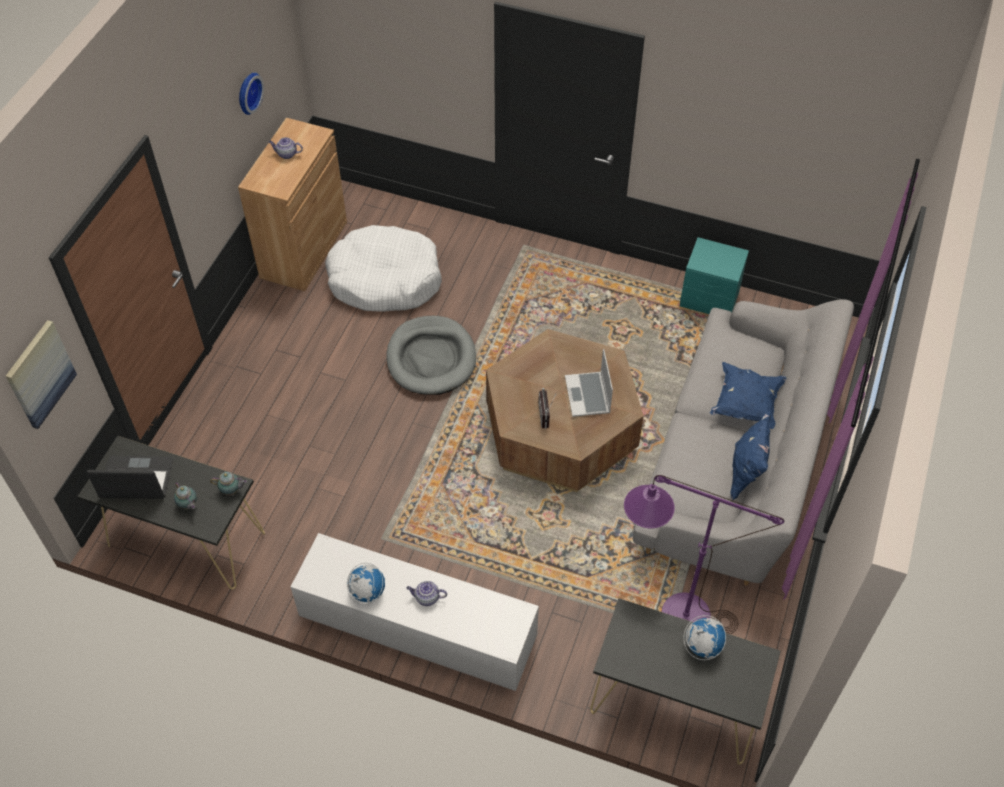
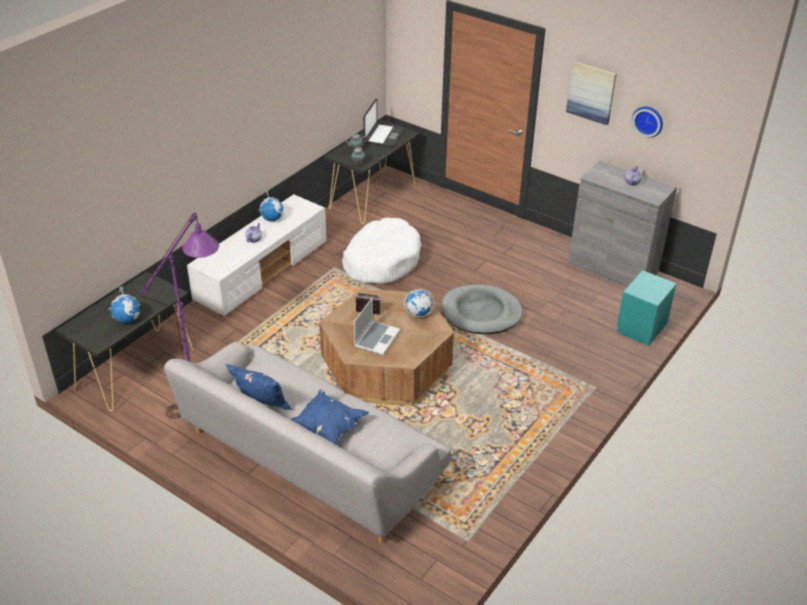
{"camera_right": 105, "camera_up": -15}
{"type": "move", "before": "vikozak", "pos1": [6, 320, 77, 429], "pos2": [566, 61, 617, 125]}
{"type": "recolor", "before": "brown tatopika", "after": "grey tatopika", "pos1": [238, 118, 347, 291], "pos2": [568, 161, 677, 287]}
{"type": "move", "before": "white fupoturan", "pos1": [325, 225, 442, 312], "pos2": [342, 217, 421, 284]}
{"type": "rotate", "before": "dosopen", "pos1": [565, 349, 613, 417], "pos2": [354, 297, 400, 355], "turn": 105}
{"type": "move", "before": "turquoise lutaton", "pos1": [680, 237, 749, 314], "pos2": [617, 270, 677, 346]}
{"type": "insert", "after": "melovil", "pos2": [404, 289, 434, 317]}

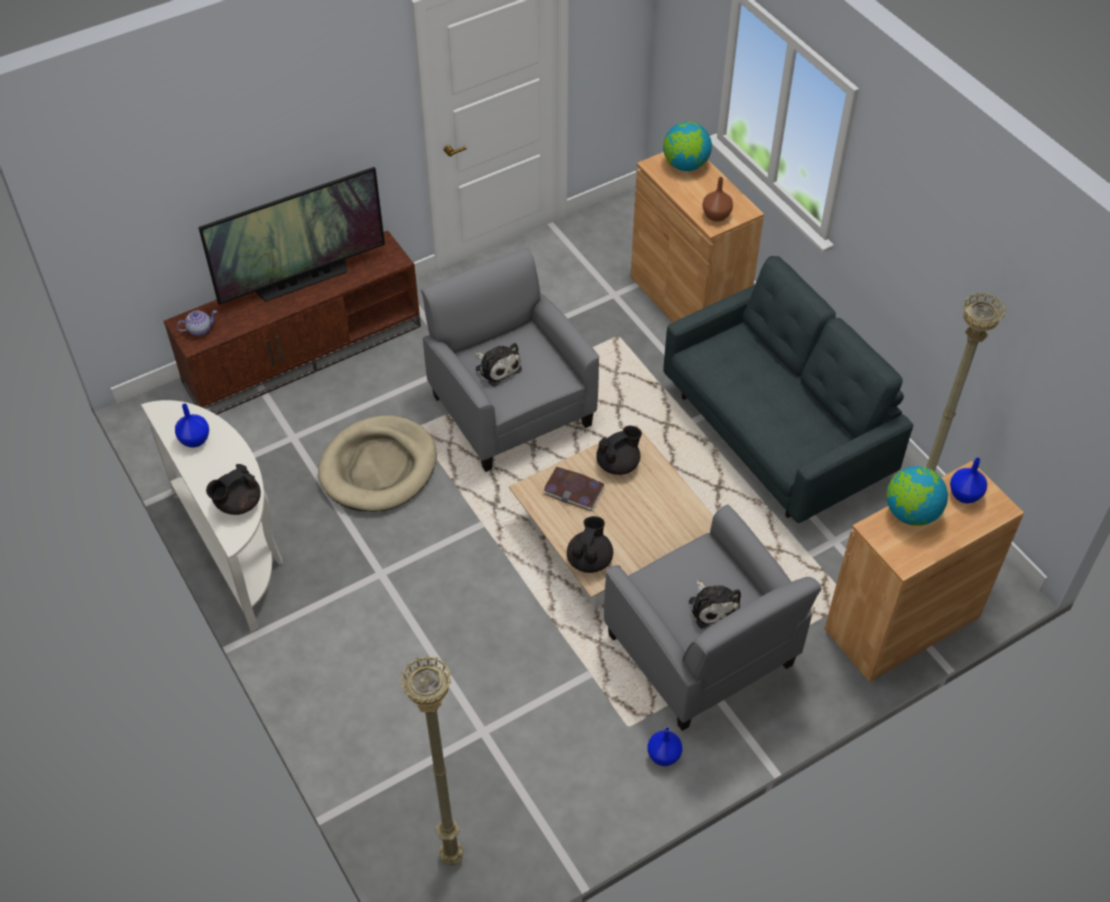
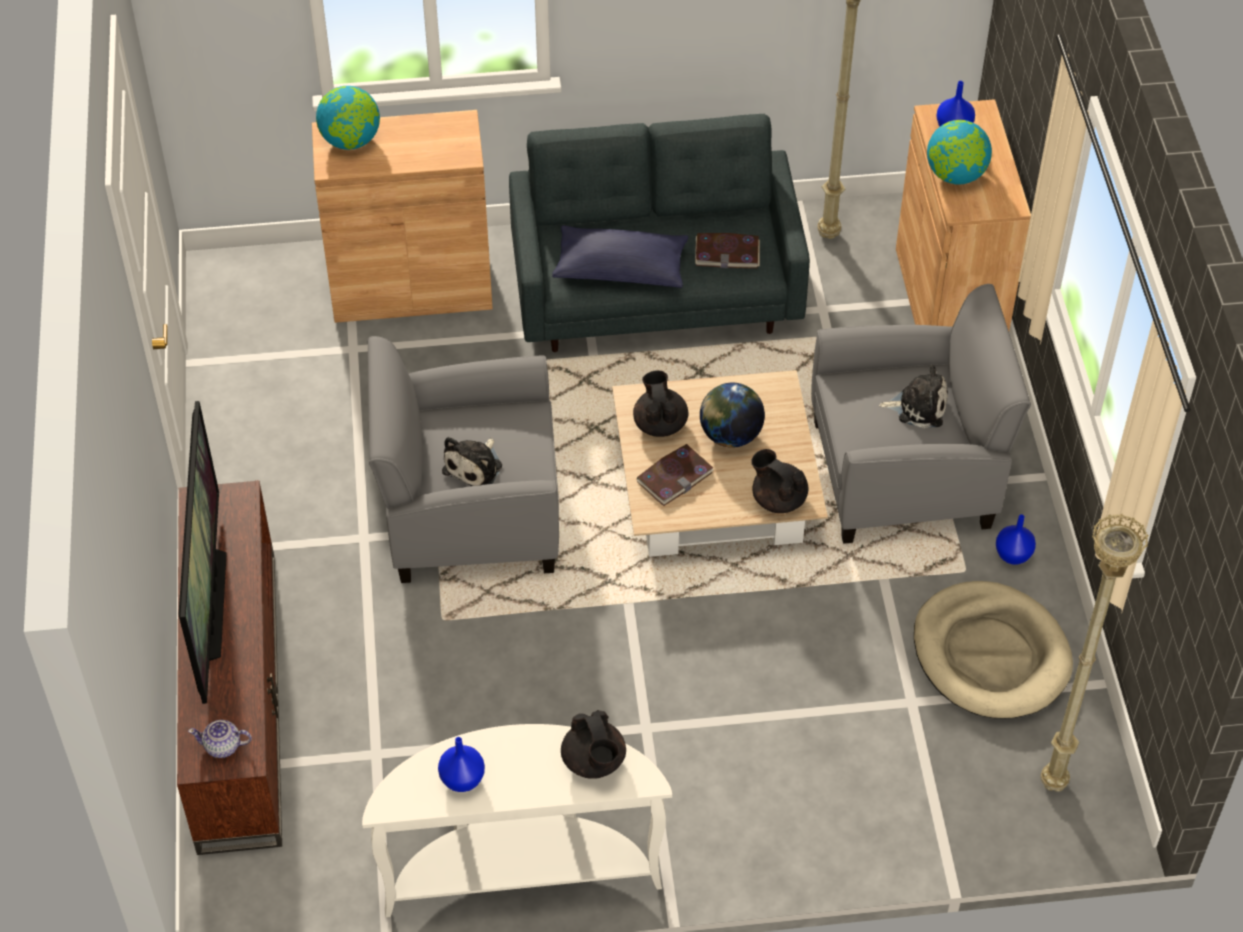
{"camera_right": -65, "camera_up": 0}
{"type": "rotate", "before": "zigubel", "pos1": [177, 310, 217, 336], "pos2": [188, 720, 252, 758], "turn": -90}
{"type": "move", "before": "beige fupoturan", "pos1": [318, 415, 437, 512], "pos2": [914, 581, 1073, 719]}
{"type": "rotate", "before": "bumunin", "pos1": [475, 343, 522, 387], "pos2": [442, 437, 502, 486], "turn": 135}
{"type": "delete", "before": "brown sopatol", "pos1": [702, 177, 733, 222]}
{"type": "insert", "after": "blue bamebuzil", "pos2": [552, 225, 689, 288]}
{"type": "insert", "after": "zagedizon", "pos2": [695, 233, 760, 268]}
{"type": "insert", "after": "melovil", "pos2": [700, 382, 765, 448]}

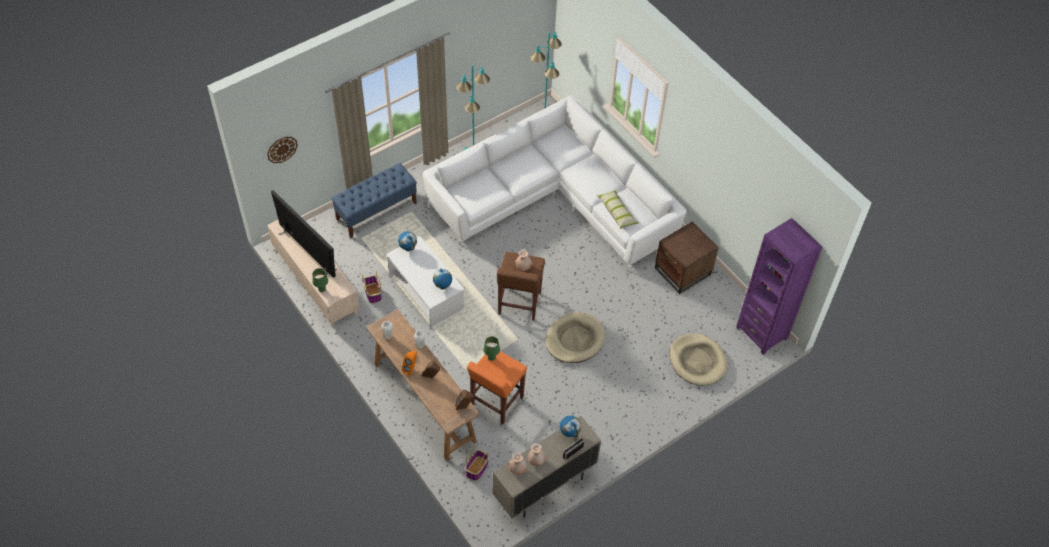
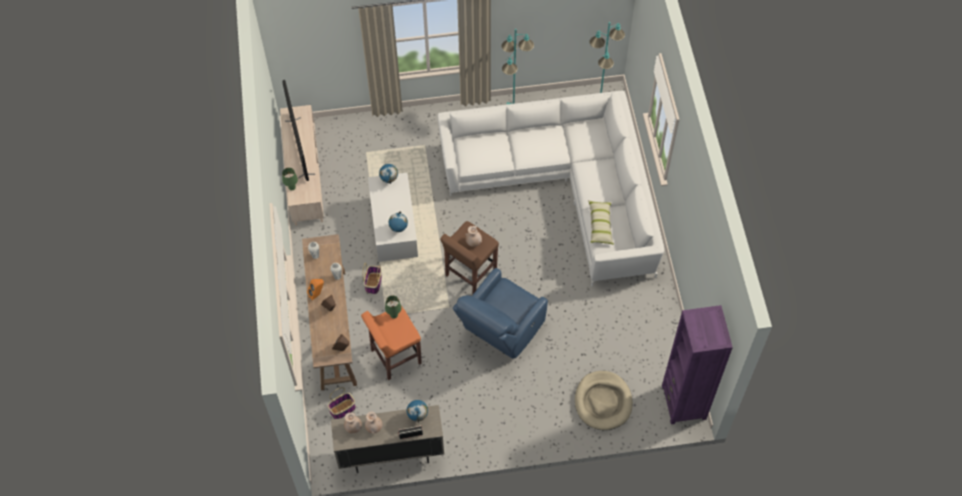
{"camera_right": 30, "camera_up": 5}
{"type": "delete", "before": "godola", "pos1": [267, 137, 298, 163]}
{"type": "delete", "before": "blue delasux", "pos1": [331, 163, 417, 238]}
{"type": "move", "before": "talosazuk", "pos1": [362, 271, 382, 303], "pos2": [363, 264, 382, 294]}
{"type": "replace", "before": "beige fupoturan", "after": "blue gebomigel", "pos1": [546, 312, 605, 363], "pos2": [453, 268, 548, 359]}
{"type": "delete", "before": "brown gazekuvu", "pos1": [655, 222, 718, 294]}

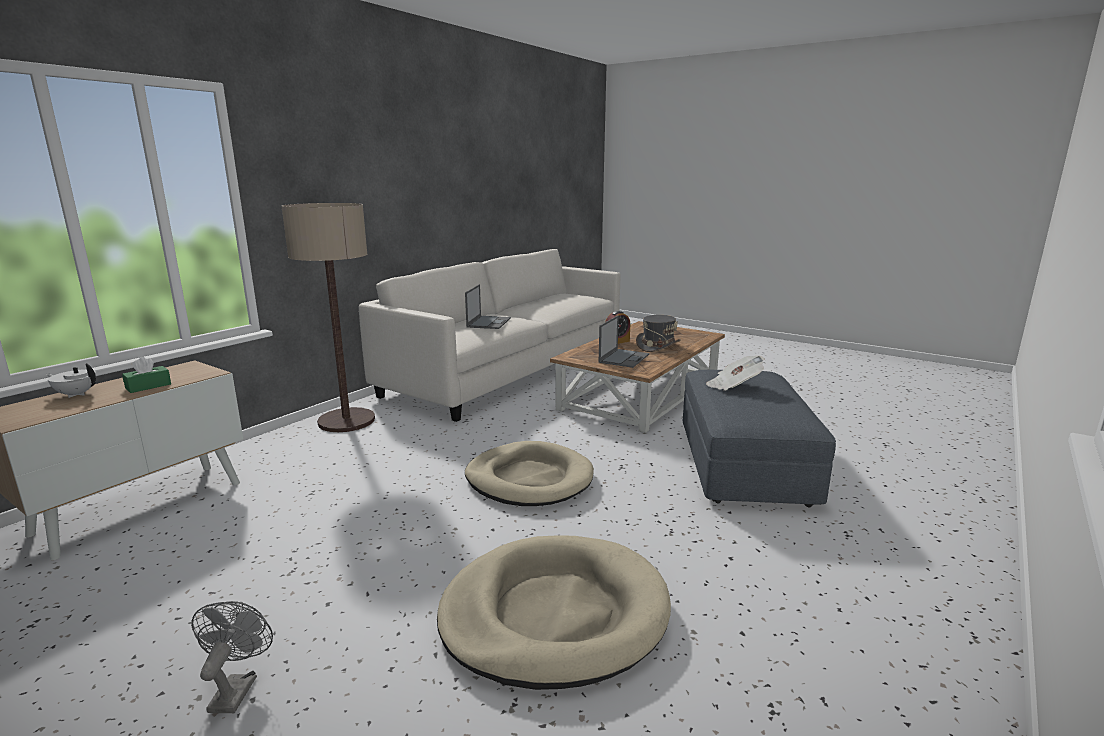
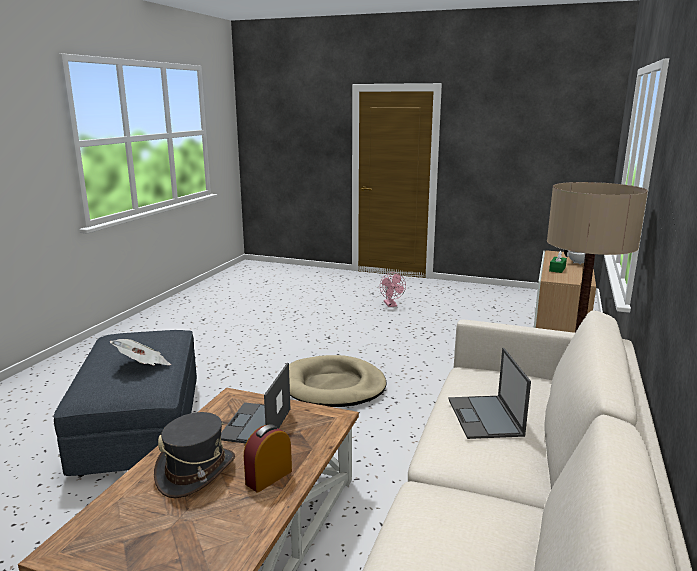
{"camera_right": 165, "camera_up": 0}
{"type": "recolor", "before": "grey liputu", "after": "pink liputu", "pos1": [191, 601, 273, 713], "pos2": [380, 272, 406, 307]}
{"type": "delete", "before": "beige fupoturan", "pos1": [437, 535, 671, 690]}

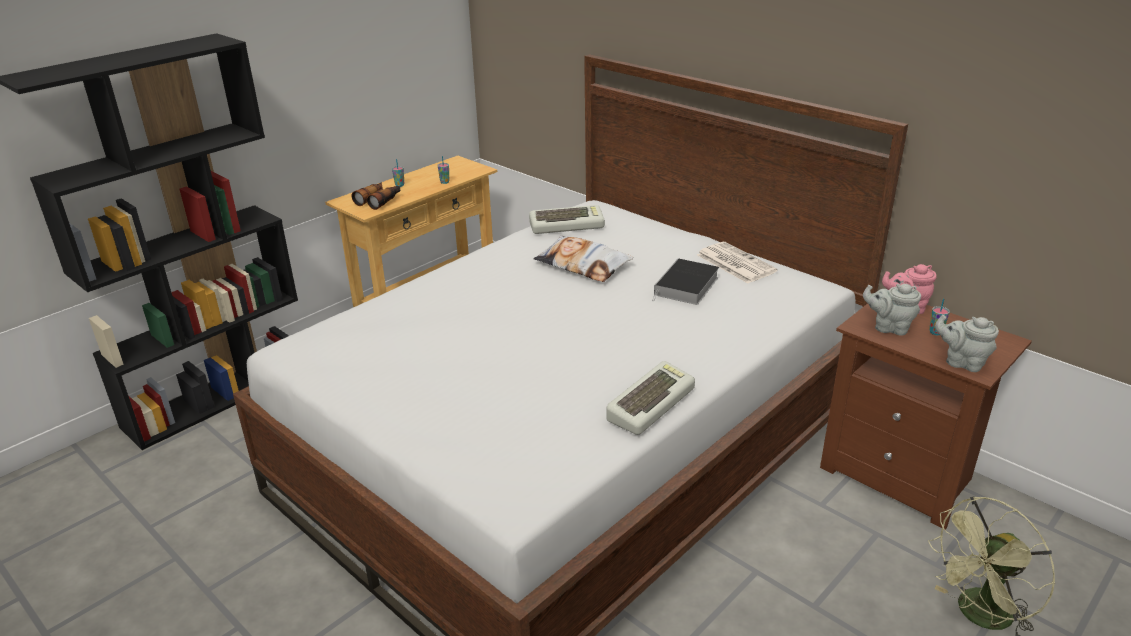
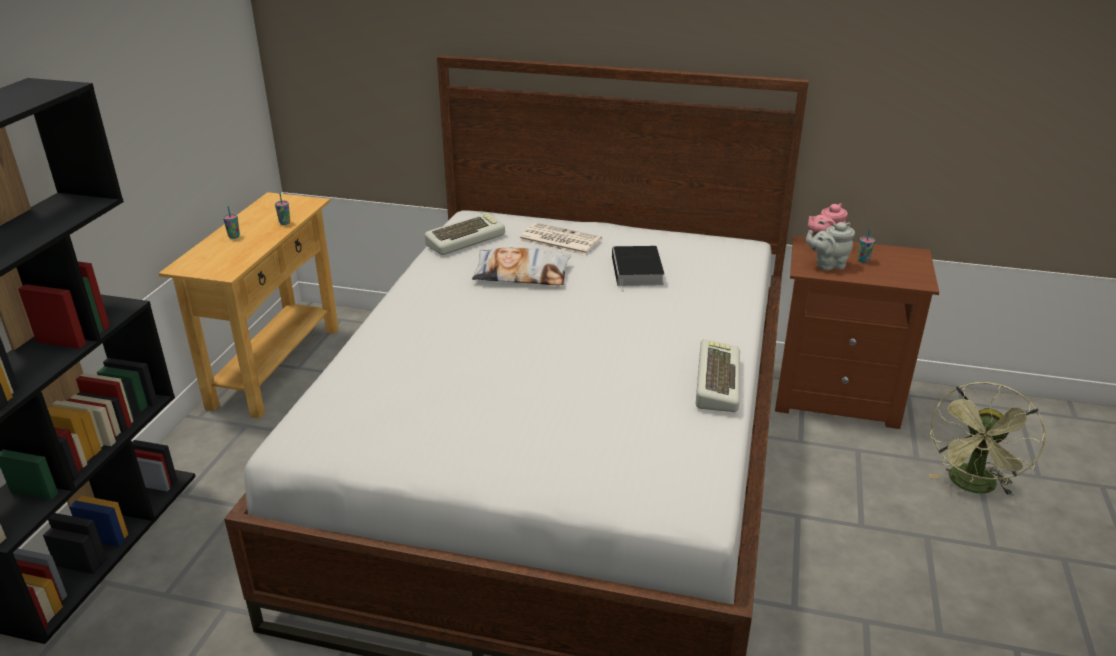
{"camera_right": -30, "camera_up": 0}
{"type": "delete", "before": "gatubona", "pos1": [352, 182, 401, 210]}
{"type": "move", "before": "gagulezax", "pos1": [697, 242, 777, 283], "pos2": [519, 223, 602, 256]}
{"type": "delete", "before": "grey zigubel", "pos1": [935, 315, 999, 372]}

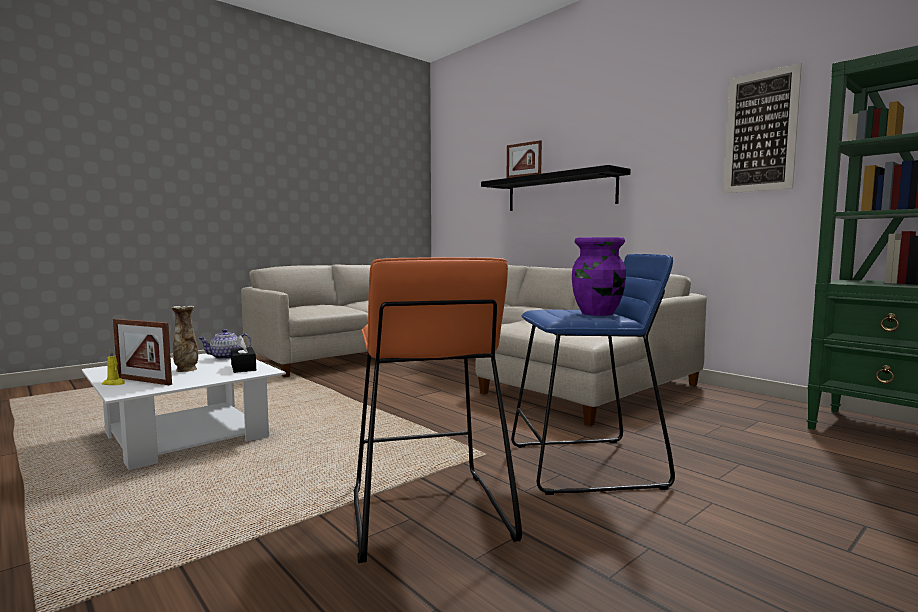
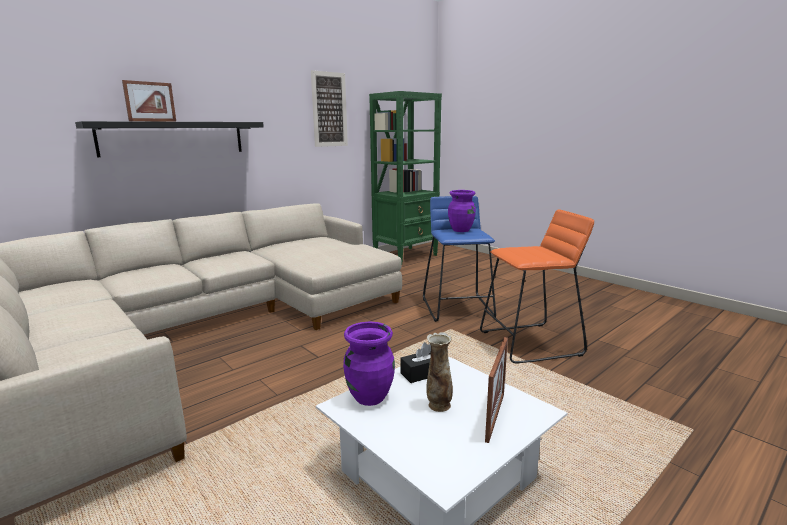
{"camera_right": -90, "camera_up": 10}
{"type": "delete", "before": "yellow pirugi", "pos1": [102, 349, 125, 385]}
{"type": "replace", "before": "zigubel", "after": "purple sopatol", "pos1": [198, 329, 252, 360], "pos2": [343, 321, 395, 406]}

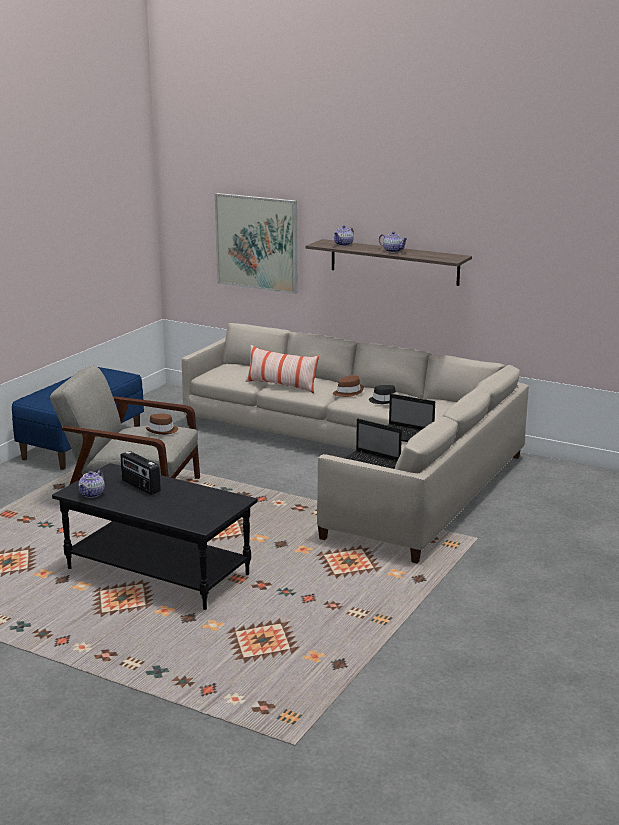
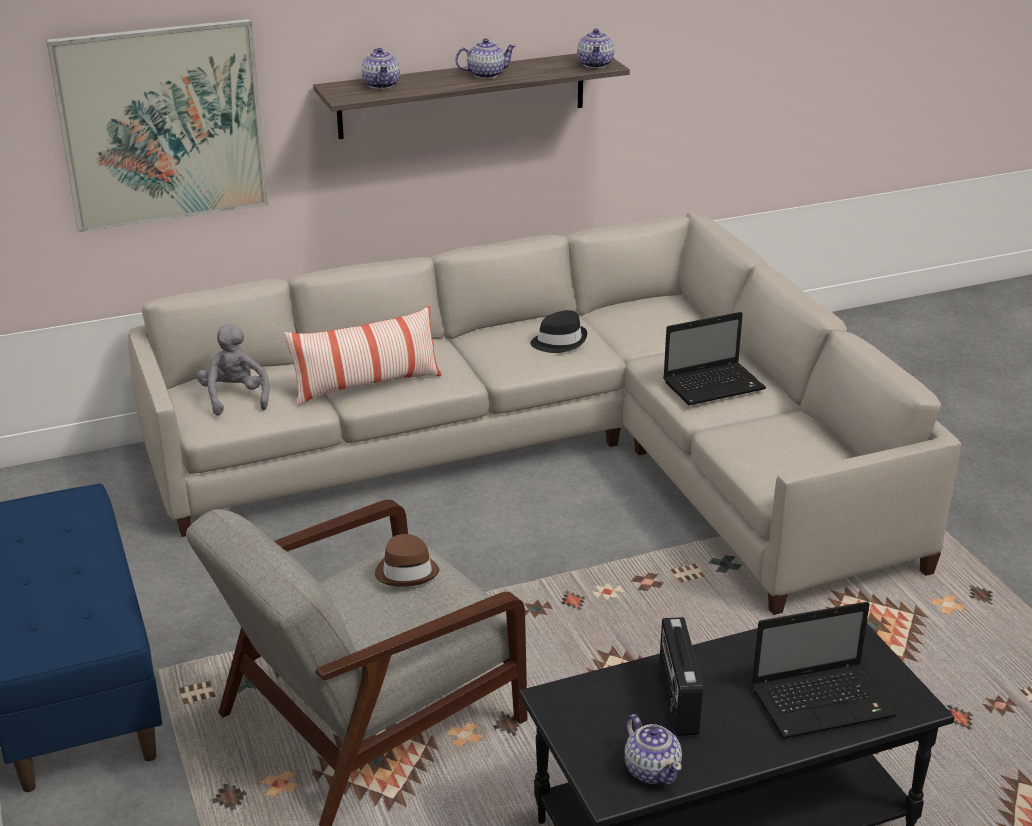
{"camera_right": -50, "camera_up": 10}
{"type": "rotate", "before": "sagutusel", "pos1": [121, 451, 161, 495], "pos2": [659, 617, 703, 736], "turn": 90}
{"type": "delete", "before": "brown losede", "pos1": [333, 375, 364, 397]}
{"type": "move", "before": "dosopen", "pos1": [345, 419, 402, 469], "pos2": [751, 601, 896, 739]}
{"type": "insert", "after": "grey bumunin", "pos2": [197, 324, 270, 416]}
{"type": "insert", "after": "zigubel", "pos2": [577, 29, 614, 68]}

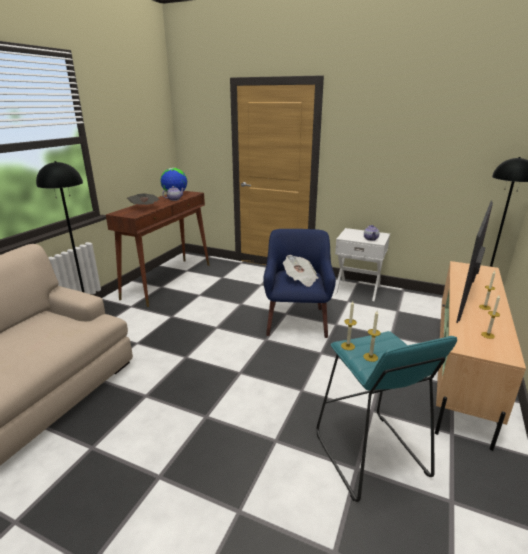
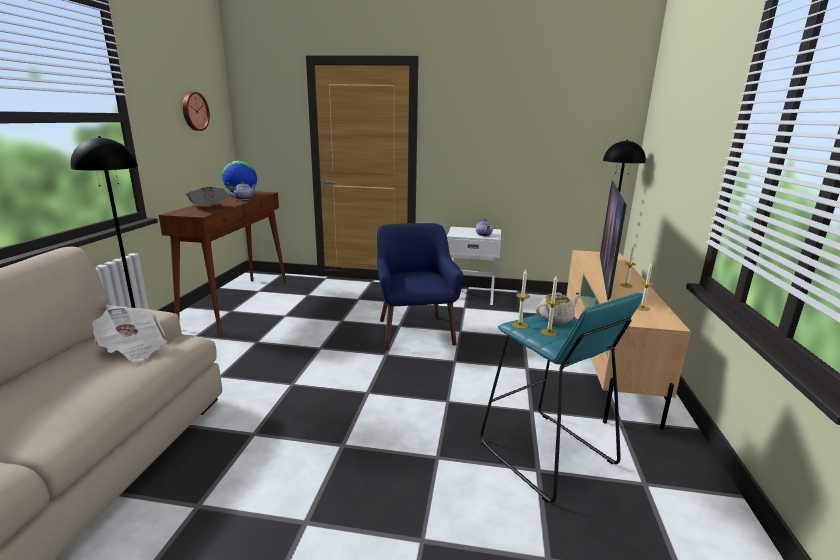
{"camera_right": -15, "camera_up": -5}
{"type": "move", "before": "gagulezax", "pos1": [283, 255, 319, 287], "pos2": [92, 307, 167, 361]}
{"type": "insert", "after": "godola", "pos2": [183, 92, 210, 131]}
{"type": "insert", "after": "beige zigubel", "pos2": [535, 292, 581, 324]}

